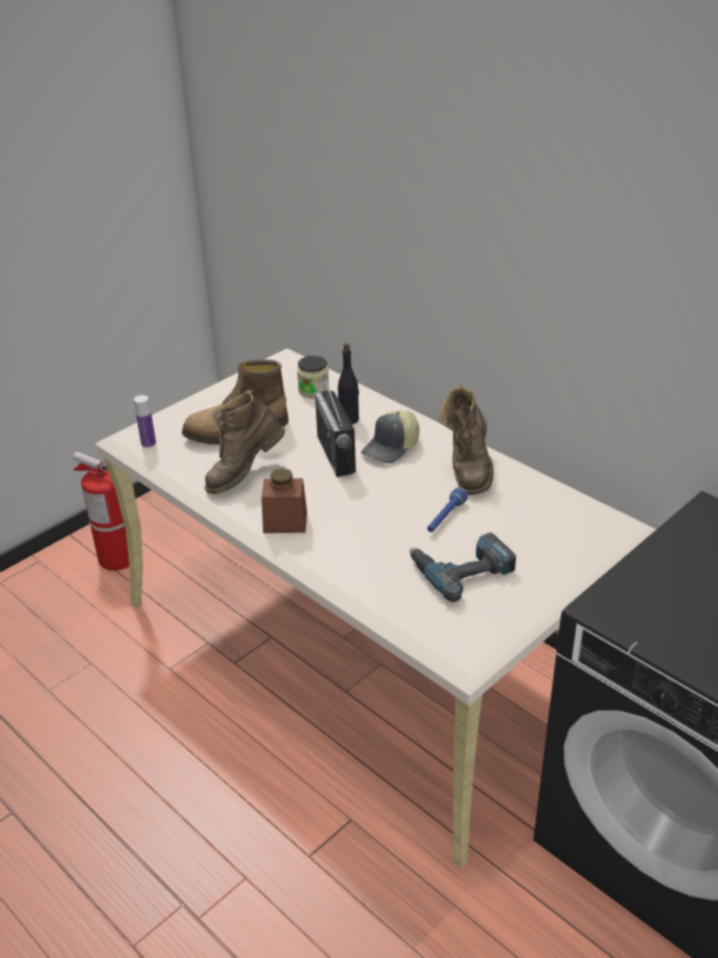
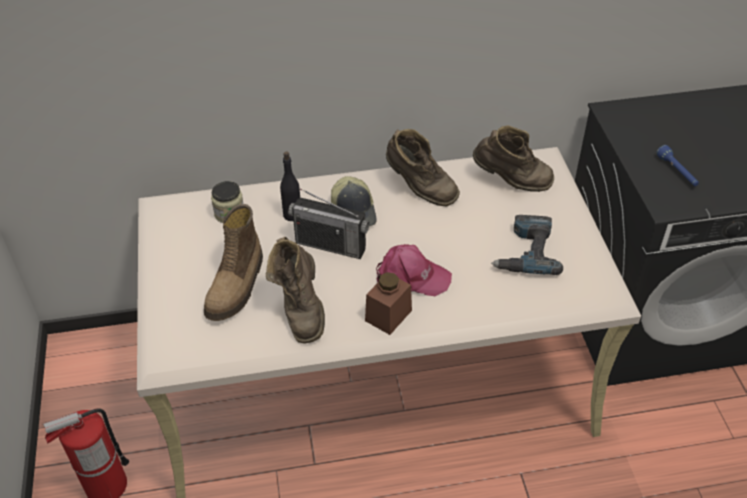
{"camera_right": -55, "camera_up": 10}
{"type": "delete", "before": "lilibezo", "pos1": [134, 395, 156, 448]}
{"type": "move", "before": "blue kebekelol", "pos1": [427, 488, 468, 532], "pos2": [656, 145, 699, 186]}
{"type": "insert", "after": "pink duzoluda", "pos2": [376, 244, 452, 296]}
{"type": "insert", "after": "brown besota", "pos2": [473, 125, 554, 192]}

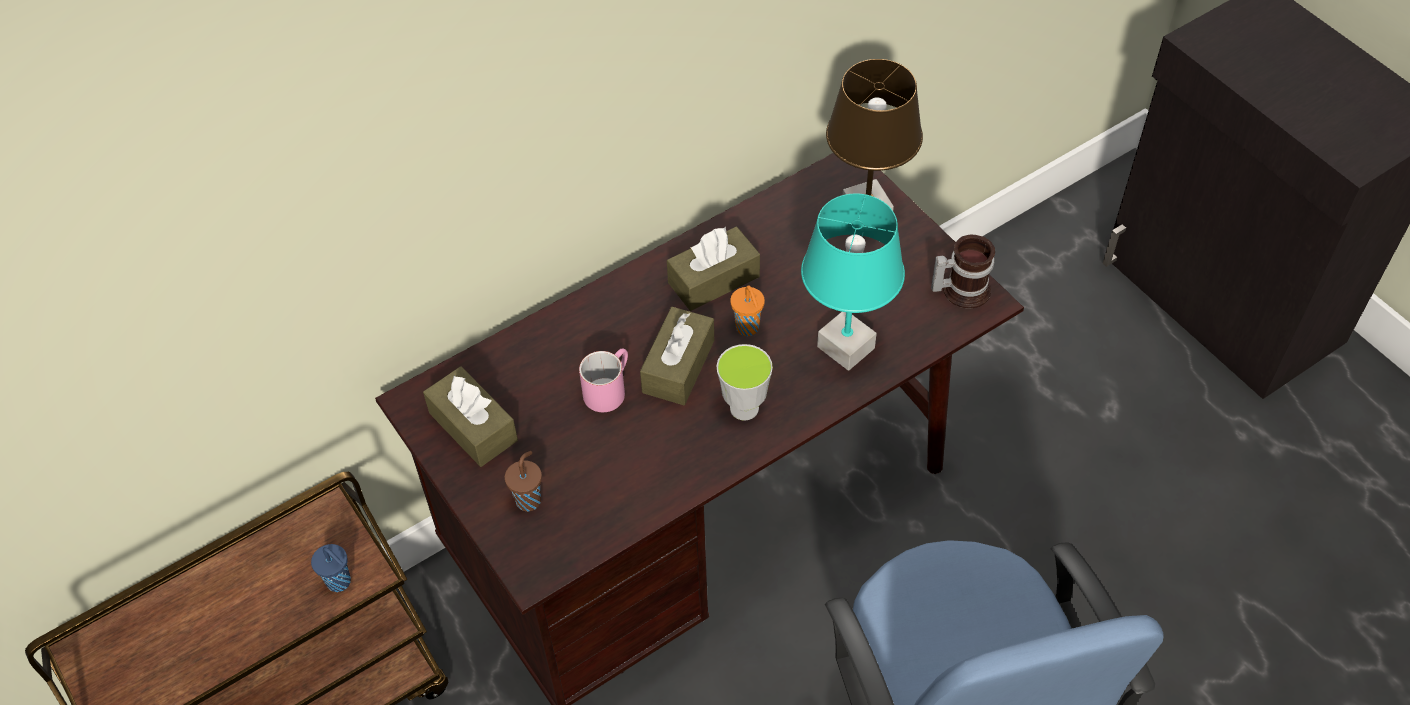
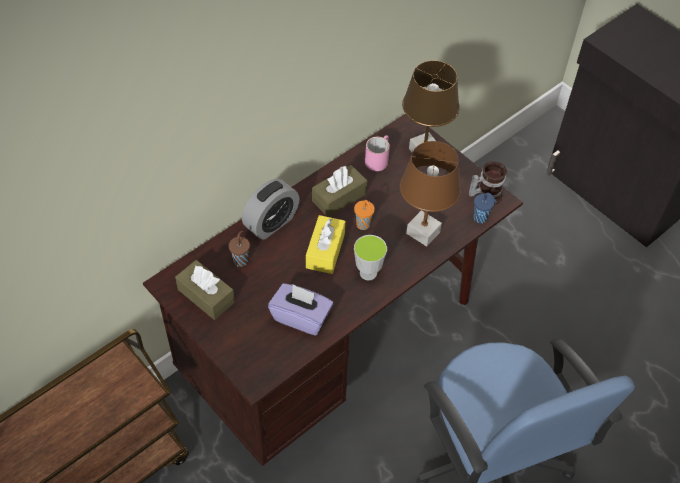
{"camera_right": -10, "camera_up": 0}
{"type": "move", "before": "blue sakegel", "pos1": [311, 544, 351, 592], "pos2": [474, 193, 497, 223]}
{"type": "move", "before": "brown sakegel", "pos1": [505, 451, 542, 512], "pos2": [229, 231, 250, 267]}
{"type": "move", "before": "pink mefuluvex", "pos1": [579, 348, 628, 412], "pos2": [365, 135, 390, 171]}
{"type": "recolor", "before": "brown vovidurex", "after": "yellow vovidurex", "pos1": [640, 307, 714, 405], "pos2": [306, 215, 345, 274]}
{"type": "recolor", "before": "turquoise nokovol", "after": "brown nokovol", "pos1": [801, 194, 905, 371], "pos2": [400, 141, 461, 247]}
{"type": "insert", "after": "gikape", "pos2": [242, 179, 300, 239]}
{"type": "insert", "after": "purple vovidurex", "pos2": [268, 283, 333, 336]}

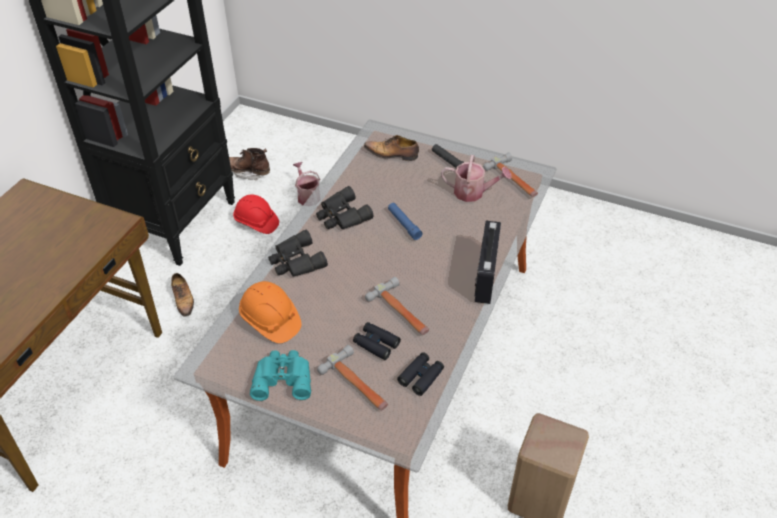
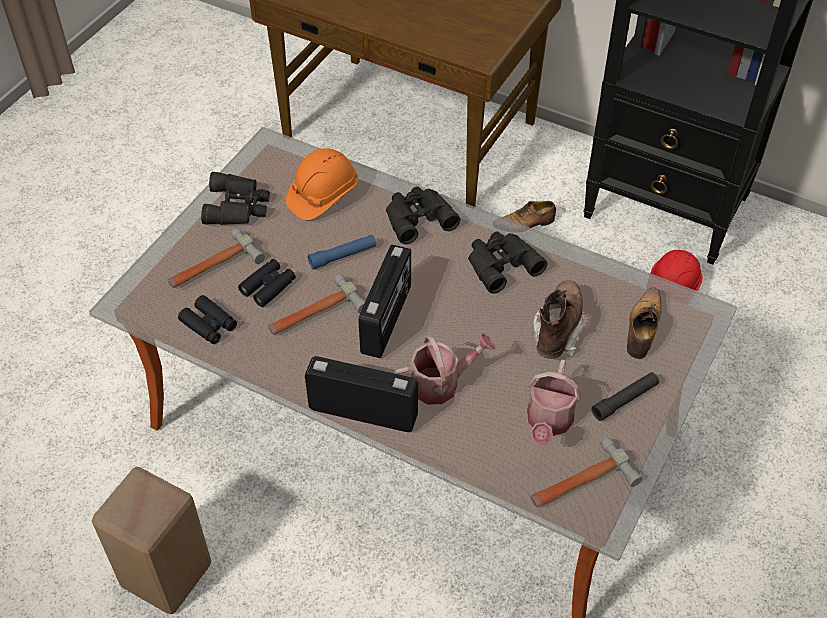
{"camera_right": 95, "camera_up": 5}
{"type": "move", "before": "brown besota", "pos1": [229, 148, 270, 180], "pos2": [533, 280, 586, 359]}
{"type": "recolor", "before": "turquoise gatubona", "after": "black gatubona", "pos1": [250, 350, 311, 401], "pos2": [201, 172, 270, 225]}
{"type": "move", "before": "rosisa", "pos1": [293, 162, 320, 205], "pos2": [394, 333, 496, 405]}
{"type": "move", "before": "blue kebekelol", "pos1": [388, 203, 423, 240], "pos2": [308, 235, 376, 269]}
{"type": "insert", "after": "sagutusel", "pos2": [358, 244, 411, 358]}

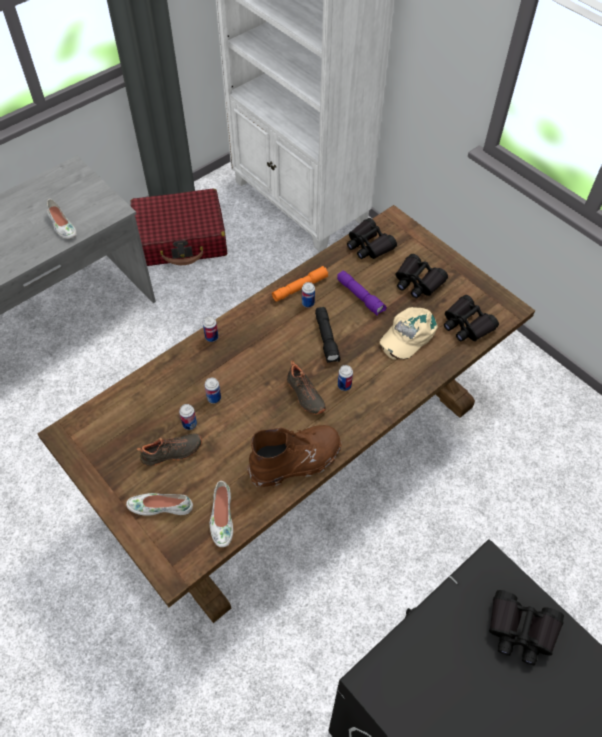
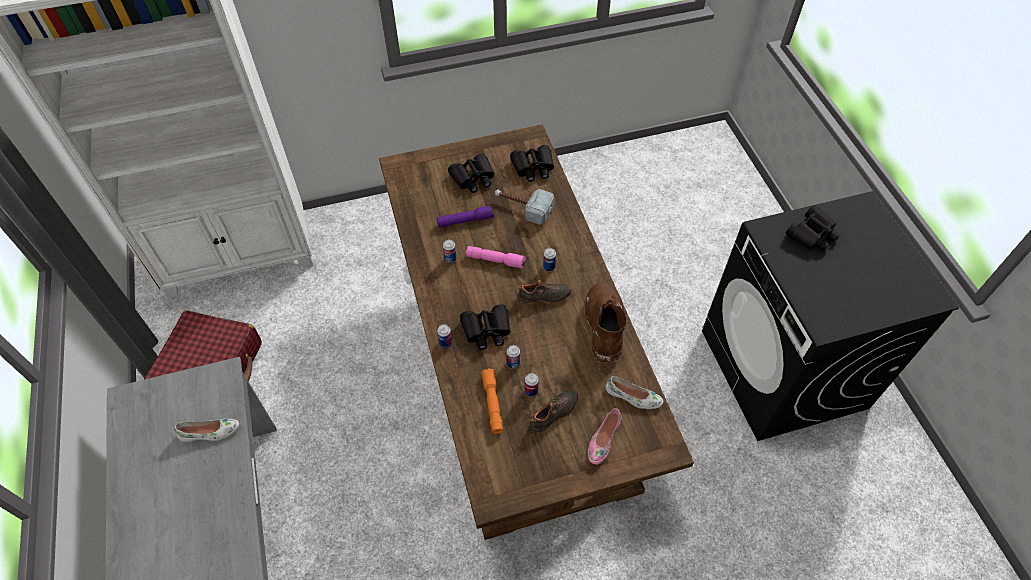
{"camera_right": -65, "camera_up": 0}
{"type": "recolor", "before": "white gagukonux", "after": "pink gagukonux", "pos1": [126, 493, 193, 516], "pos2": [588, 408, 622, 465]}
{"type": "rotate", "before": "black gagukonux", "pos1": [137, 433, 202, 466], "pos2": [529, 389, 578, 433], "turn": 45}
{"type": "move", "before": "orange kebekelol", "pos1": [272, 266, 329, 302], "pos2": [481, 369, 503, 434]}
{"type": "recolor", "before": "black kebekelol", "after": "pink kebekelol", "pos1": [315, 307, 340, 363], "pos2": [466, 246, 526, 268]}
{"type": "move", "before": "black gatubona", "pos1": [347, 218, 397, 259], "pos2": [460, 304, 511, 350]}
{"type": "replace", "before": "beige duzoluda", "after": "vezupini", "pos1": [380, 307, 438, 360], "pos2": [495, 189, 554, 225]}

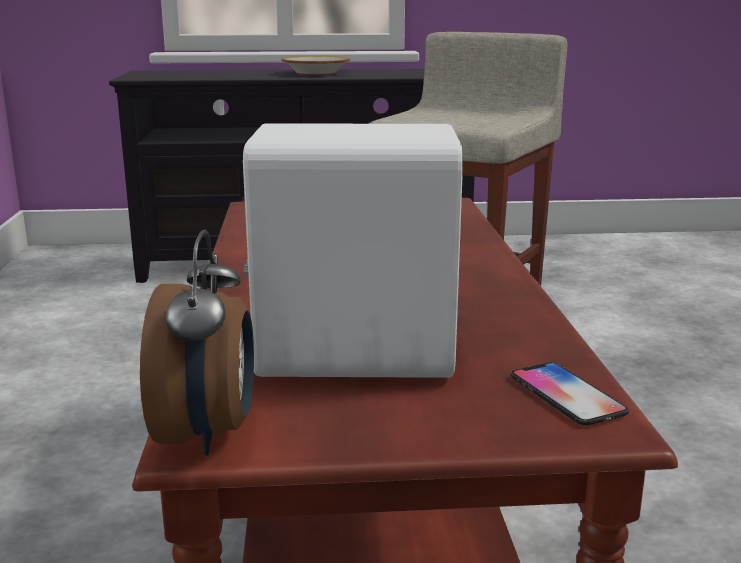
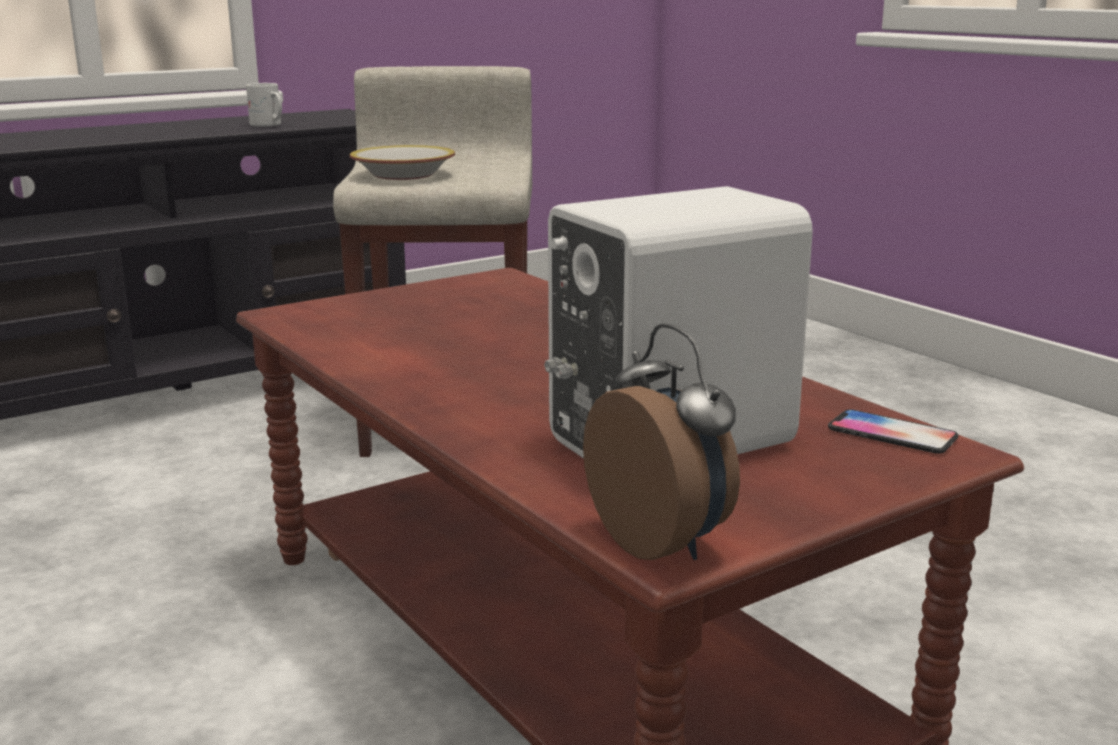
{"camera_right": -30, "camera_up": 0}
{"type": "move", "before": "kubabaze", "pos1": [282, 56, 350, 75], "pos2": [350, 145, 455, 180]}
{"type": "insert", "after": "white mefuluvex", "pos2": [246, 83, 282, 127]}

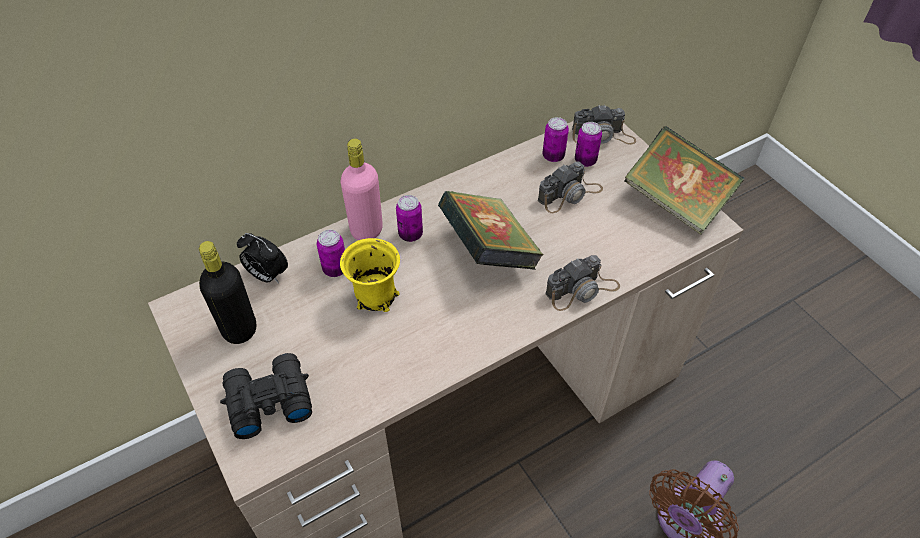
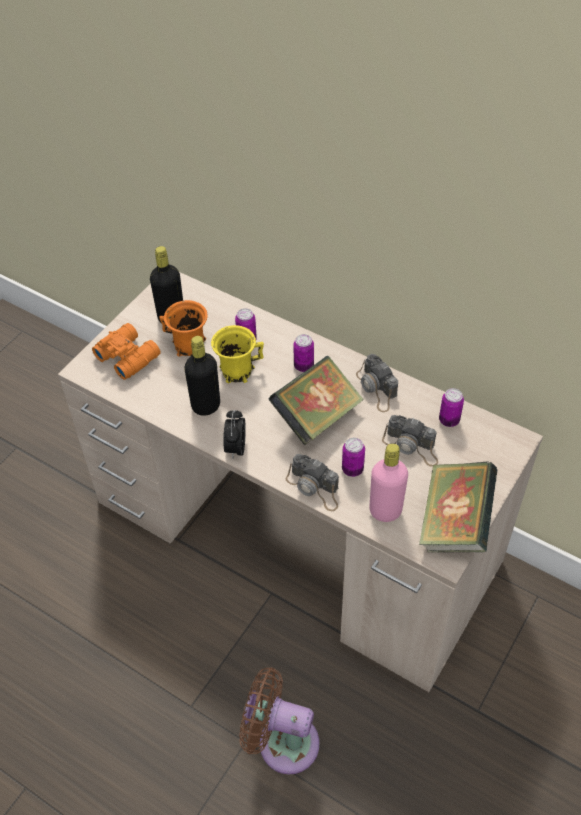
{"camera_right": 65, "camera_up": 0}
{"type": "recolor", "before": "black gatubona", "after": "orange gatubona", "pos1": [220, 353, 312, 439], "pos2": [92, 323, 160, 380]}
{"type": "move", "before": "gikape", "pos1": [237, 233, 288, 283], "pos2": [223, 410, 246, 459]}
{"type": "move", "before": "pink lilibezo", "pos1": [341, 139, 383, 240], "pos2": [370, 443, 408, 522]}
{"type": "move", "before": "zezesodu", "pos1": [572, 104, 636, 145], "pos2": [356, 354, 398, 412]}
{"type": "move", "before": "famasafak", "pos1": [575, 122, 602, 167], "pos2": [342, 438, 365, 477]}
{"type": "insert", "after": "orange mefuluvex", "pos2": [159, 300, 208, 357]}
{"type": "insert", "after": "black lilibezo", "pos2": [184, 336, 220, 416]}

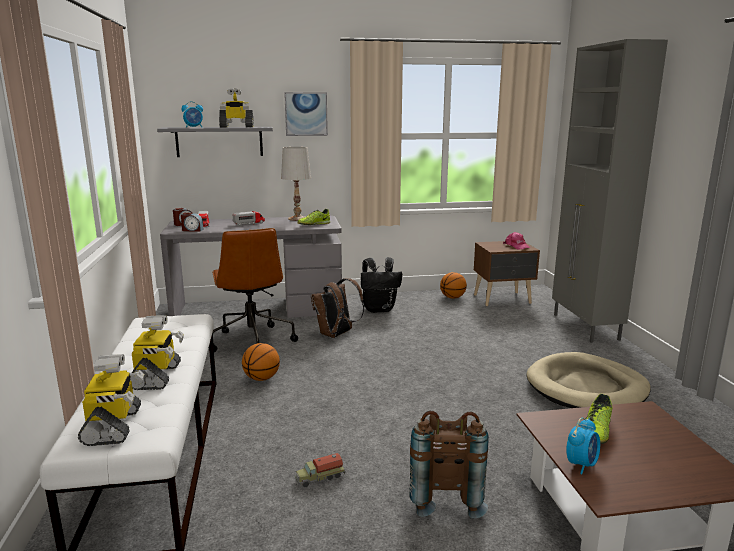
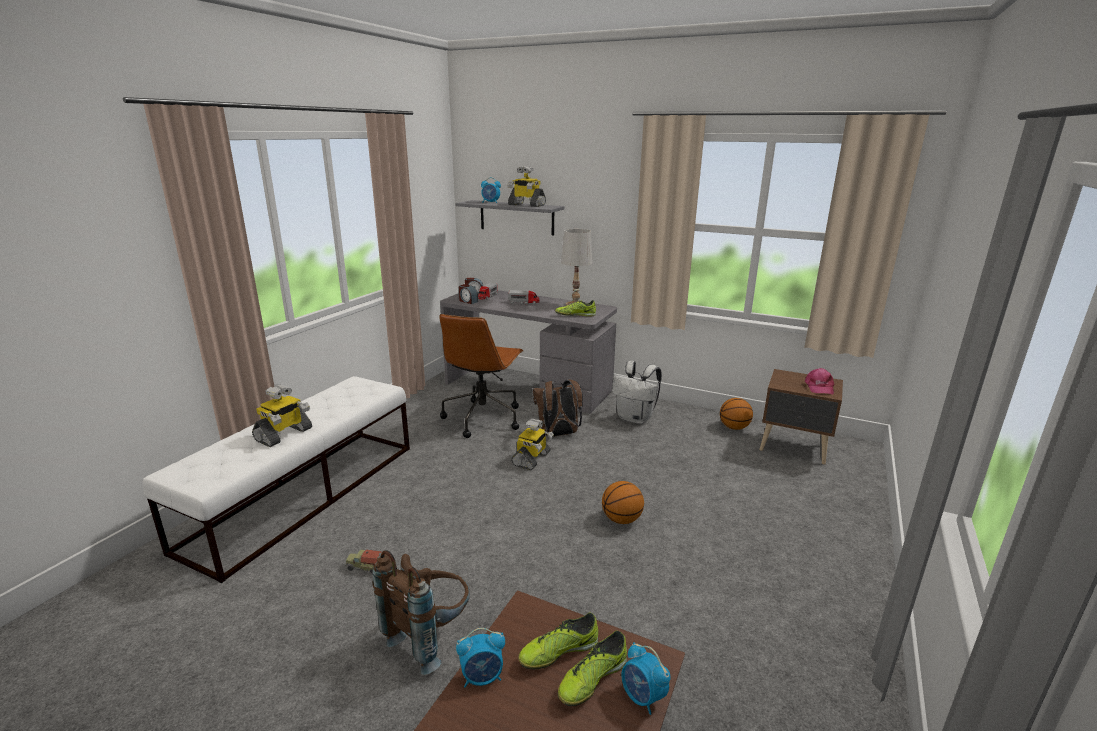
{"camera_right": 35, "camera_up": 5}
{"type": "move", "before": "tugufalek", "pos1": [78, 354, 144, 446], "pos2": [511, 419, 554, 470]}
{"type": "move", "before": "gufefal", "pos1": [242, 343, 280, 381], "pos2": [602, 481, 644, 524]}
{"type": "delete", "before": "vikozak", "pos1": [284, 92, 328, 136]}
{"type": "recolor", "before": "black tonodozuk", "after": "white tonodozuk", "pos1": [361, 257, 402, 313], "pos2": [612, 361, 662, 424]}
{"type": "delete", "before": "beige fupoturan", "pos1": [526, 352, 651, 408]}
{"type": "delete", "before": "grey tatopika", "pos1": [552, 39, 668, 343]}
{"type": "insert", "after": "gagukonux", "pos2": [558, 630, 627, 706]}
{"type": "insert", "after": "gikape", "pos2": [621, 642, 671, 715]}

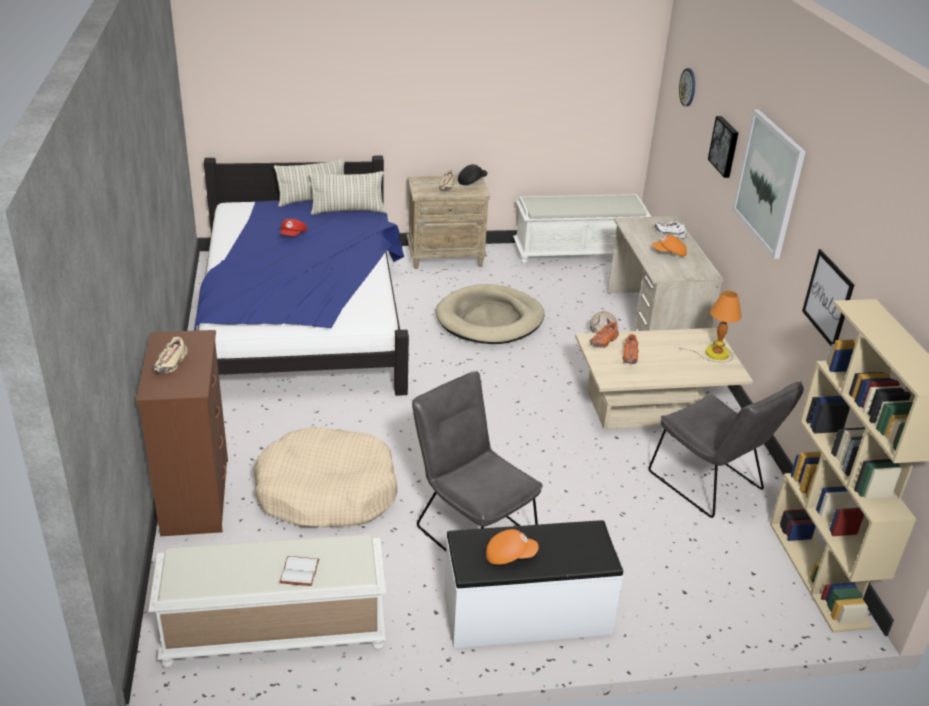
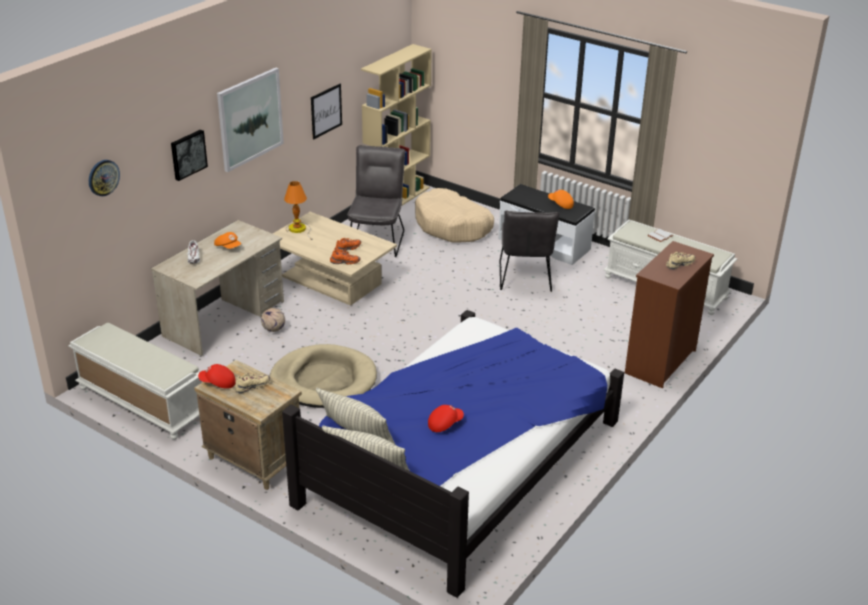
{"camera_right": -135, "camera_up": 0}
{"type": "move", "before": "beige fupoturan", "pos1": [253, 427, 397, 528], "pos2": [415, 188, 494, 243]}
{"type": "recolor", "before": "black duzoluda", "after": "red duzoluda", "pos1": [458, 164, 487, 185], "pos2": [198, 364, 236, 389]}

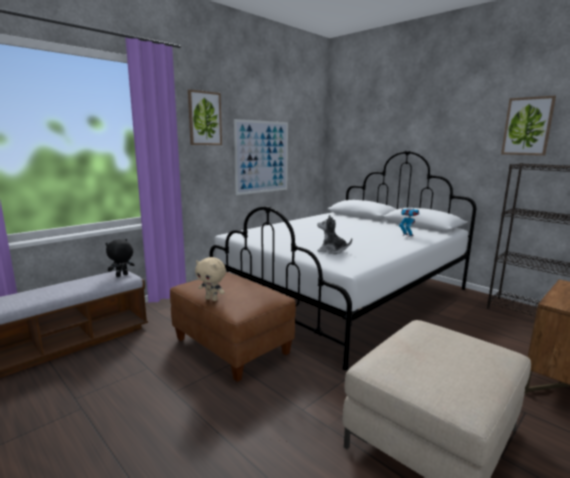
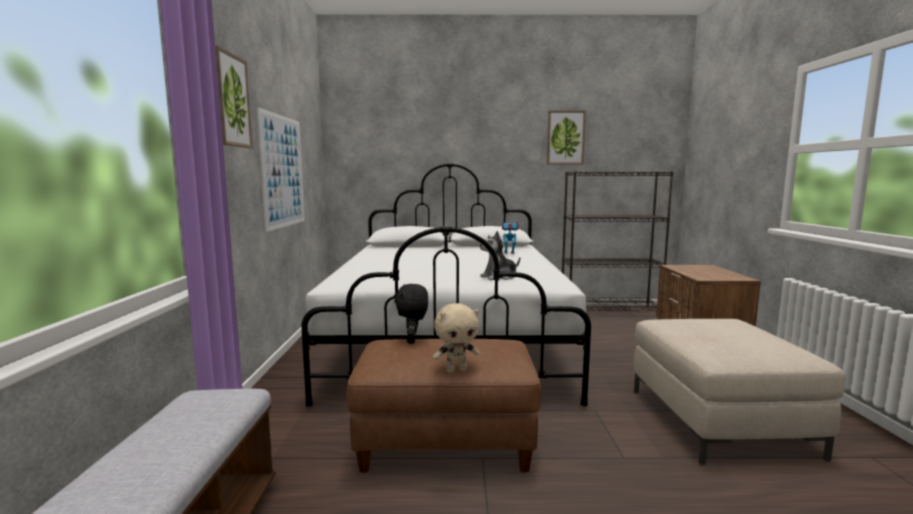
{"camera_right": -45, "camera_up": -5}
{"type": "move", "before": "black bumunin", "pos1": [105, 239, 134, 277], "pos2": [394, 284, 428, 344]}

